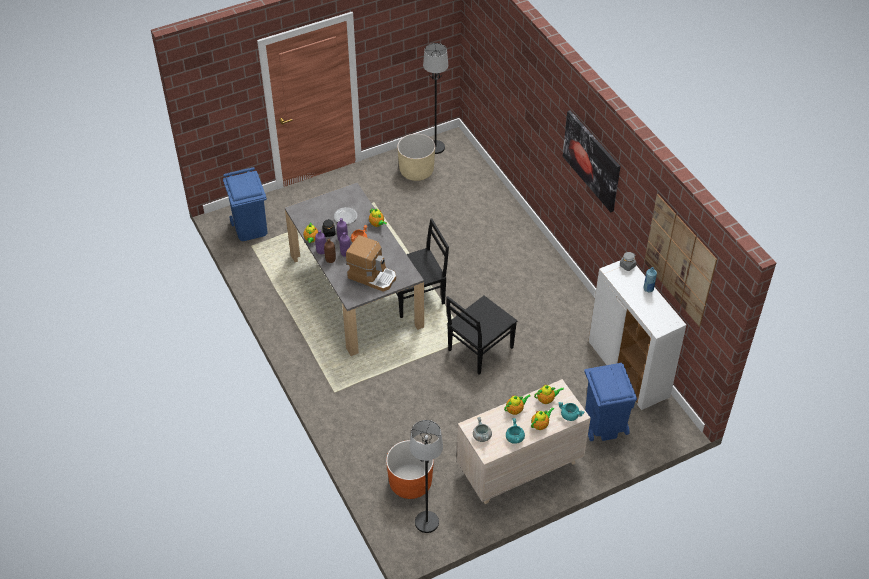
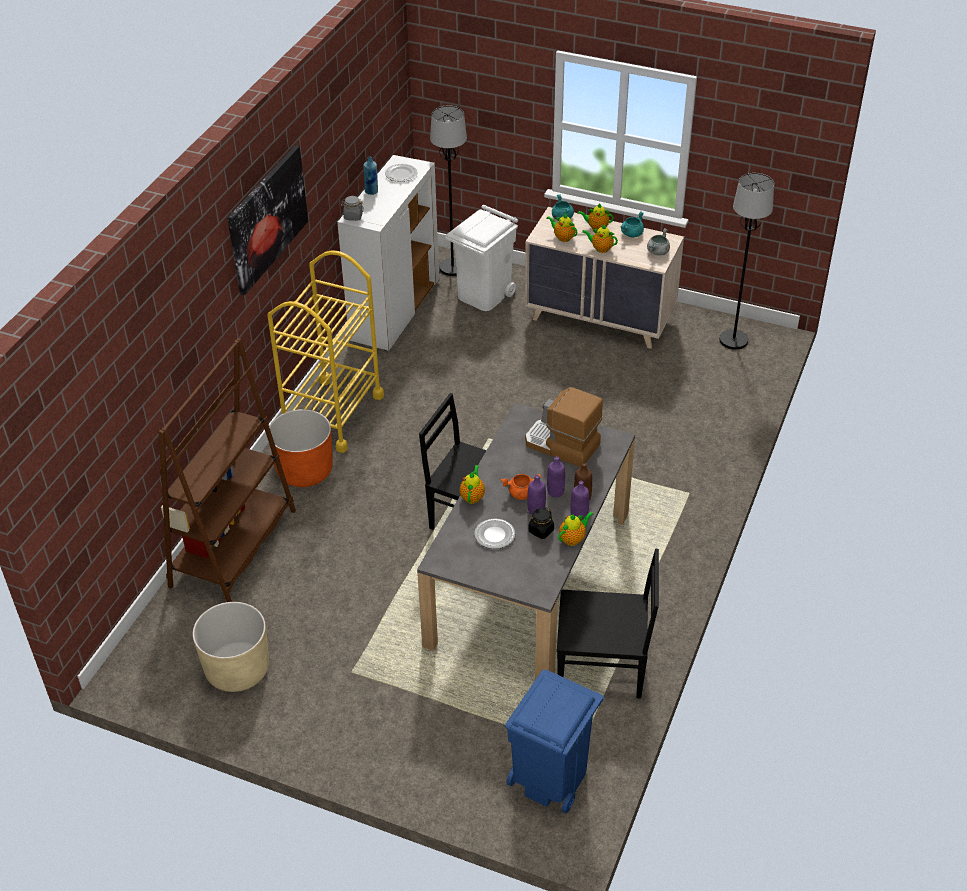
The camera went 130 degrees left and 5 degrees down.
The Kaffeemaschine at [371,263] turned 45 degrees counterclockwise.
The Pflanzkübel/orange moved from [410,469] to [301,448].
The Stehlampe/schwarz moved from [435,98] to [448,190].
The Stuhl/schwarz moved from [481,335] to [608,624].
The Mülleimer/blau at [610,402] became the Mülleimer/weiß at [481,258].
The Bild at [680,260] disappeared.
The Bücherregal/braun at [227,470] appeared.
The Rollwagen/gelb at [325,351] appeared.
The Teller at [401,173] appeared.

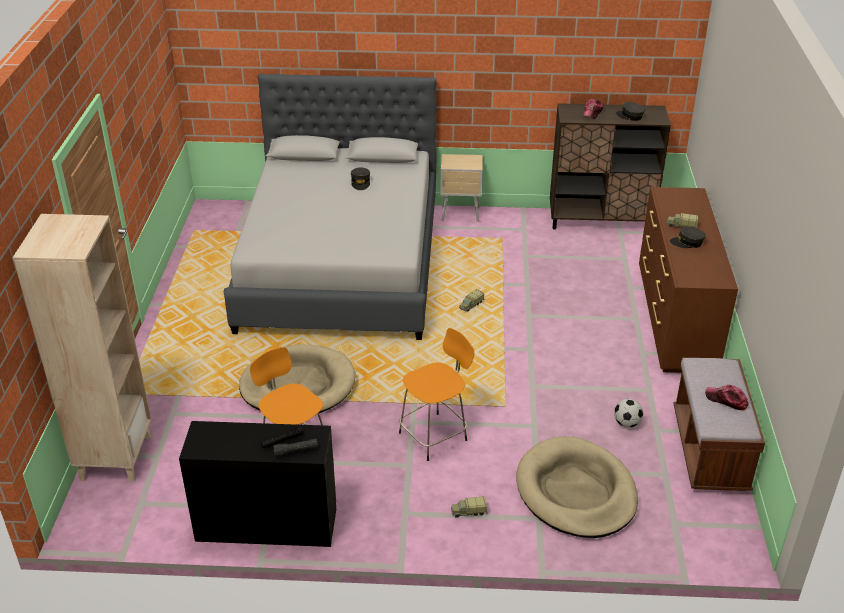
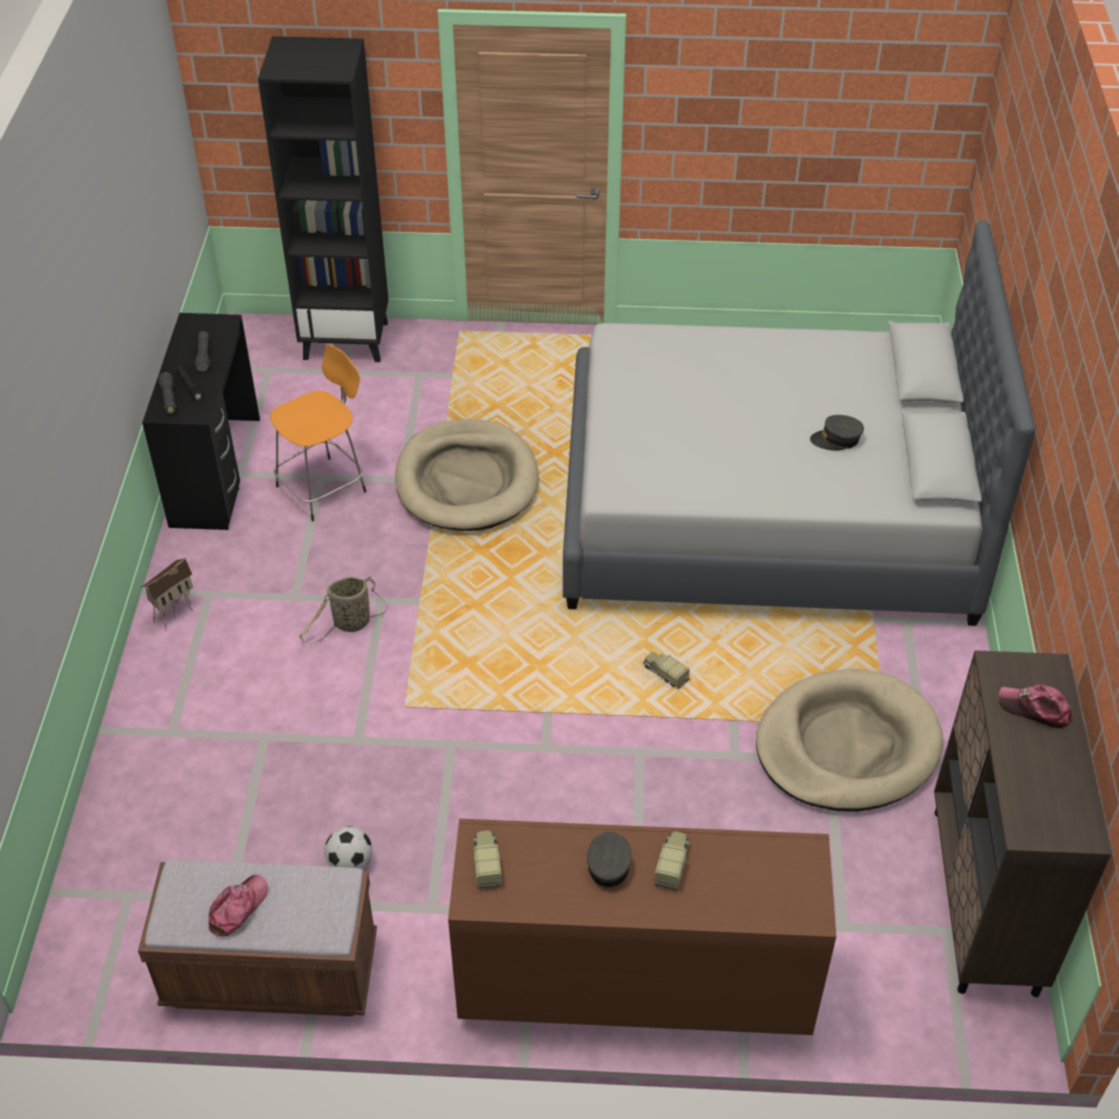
The camera went 90 degrees right and 10 degrees up.
The Bücherregal/beige at [82,348] became the Bücherregal/schwarz at [323,199].
The Hocker/orange at [436,394] was replaced by the Korb at [343,610].
The Nachttisch/beige at [461,188] disappeared.
The Spielzeuglaster moved from [469,507] to [488,860].
The Hundebett/beige moved from [577,487] to [849,740].
The Kappe/grau at [630,111] disappeared.
The Spielzeughaus at [167,594] appeared.
The Taschenlampe/schwarz at [202,351] appeared.

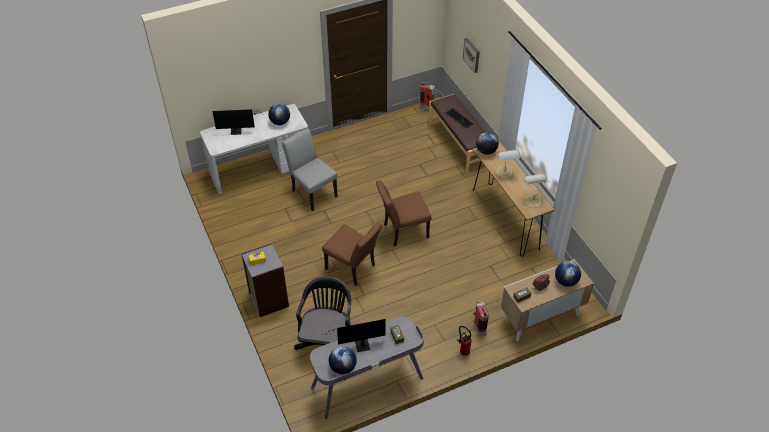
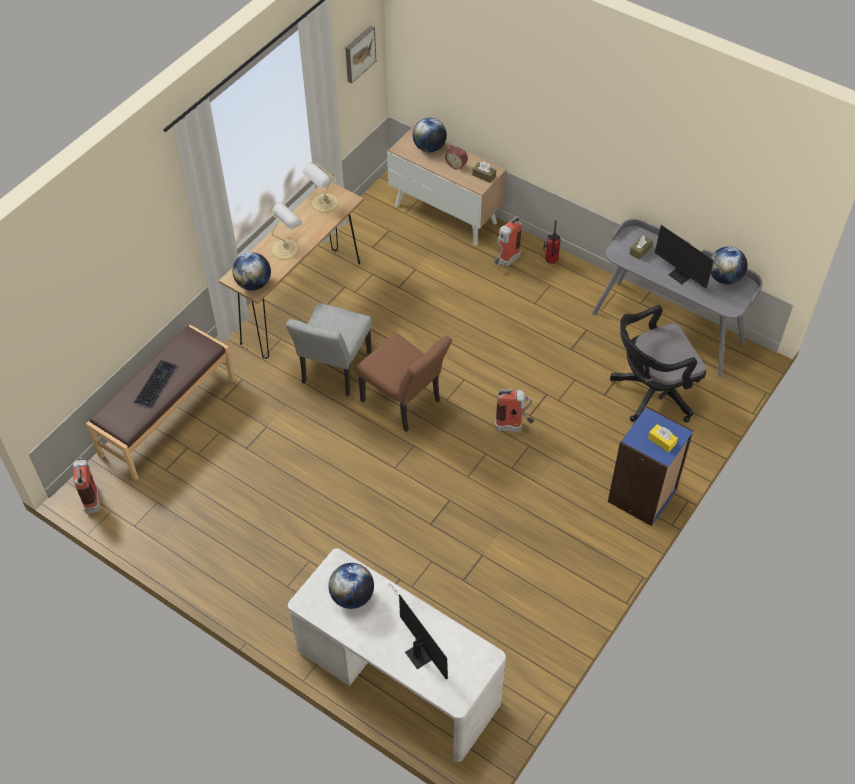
The camera went 120 degrees left and 5 degrees up.
The Bücherregal/grau at [265,280] became the Bücherregal/blau at [651,466].
The Stuhl/grau moved from [310,170] to [329,349].
The Stuhl/braun at [352,254] was replaced by the Feuerlöscher at [514,410].
The Bild moved from [471,55] to [360,54].

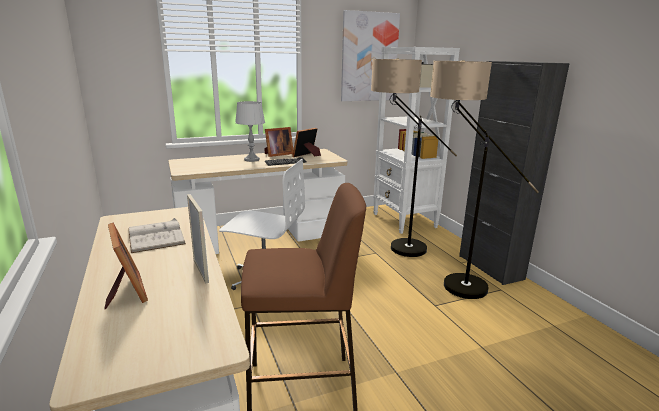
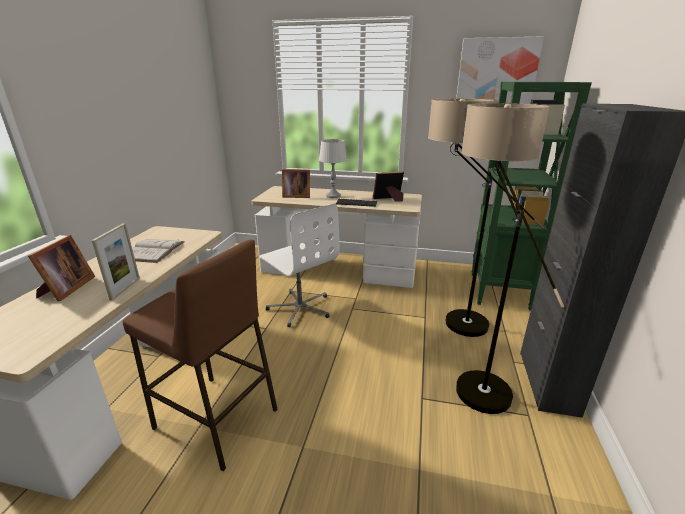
The camera went 35 degrees right and 5 degrees up.
The Bilderrahmen moved from [279,142] to [296,183].
The Bücherregal/weiß at [416,140] became the Bücherregal/grün at [532,196].

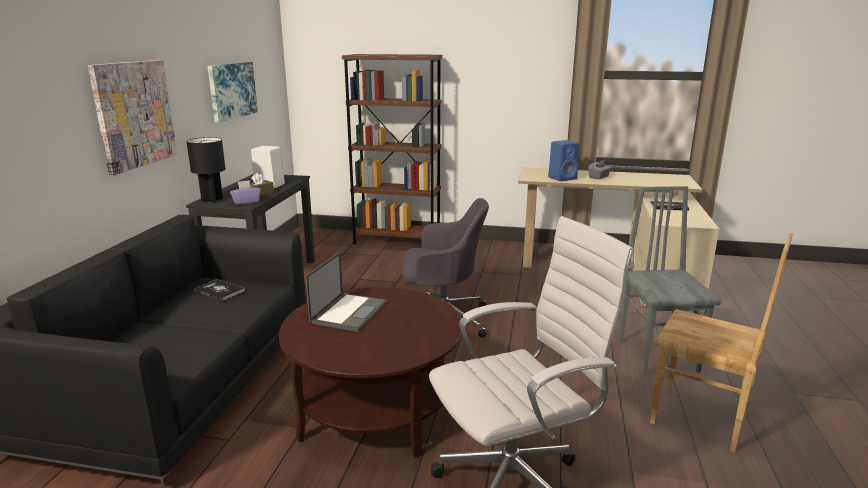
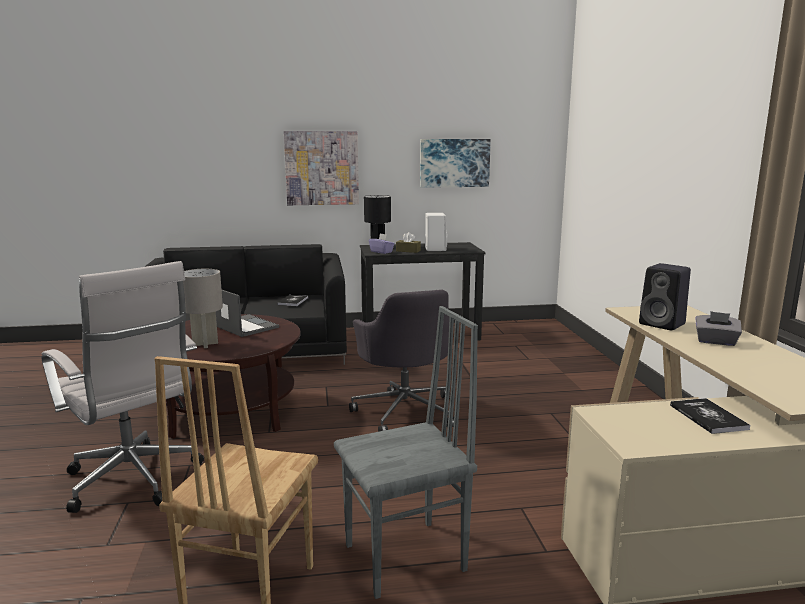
The camera went 70 degrees right and 5 degrees down.
The Laptop at [346,292] turned 135 degrees counterclockwise.
The Bücherregal/braun at [392,149] disappeared.
The Lautsprecher/blau at [563,160] became the Lautsprecher/schwarz at [665,296].
The Tischlampe/grau at [203,308] appeared.

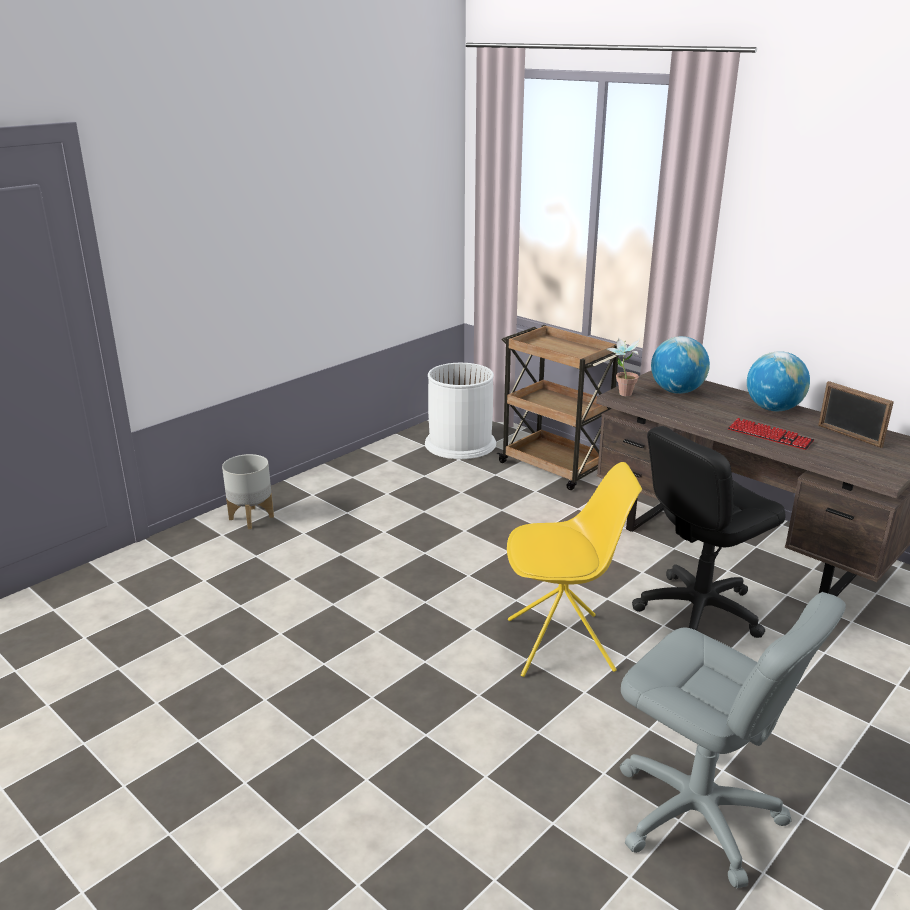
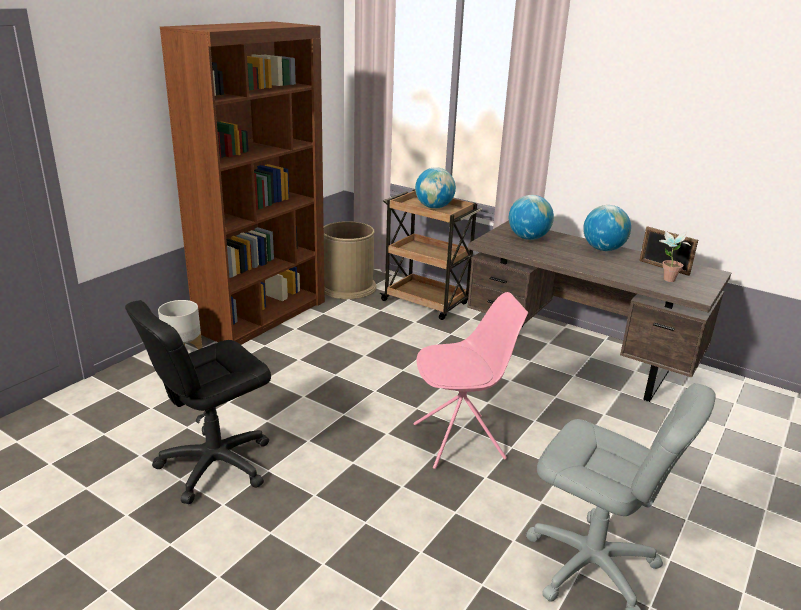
The camera went 10 degrees left and 0 degrees up.
The Mülleimer/weiß at [460,411] became the Mülleimer/braun at [350,260].
The Stuhl/gelb at [574,569] became the Stuhl/rosa at [471,380].
The Topfpflanze moved from [623,367] to [675,256].
The Bürostuhl/schwarz moved from [709,532] to [198,402].
The Tastatur at [771,434] disappeared.
The Bücherregal/braun at [242,183] appeared.
The Globus at [435,188] appeared.

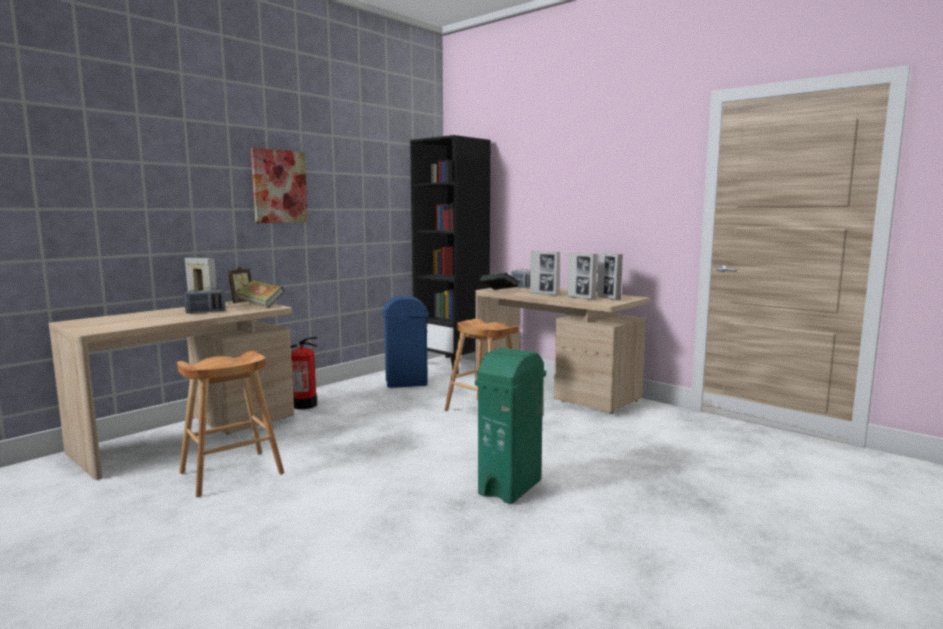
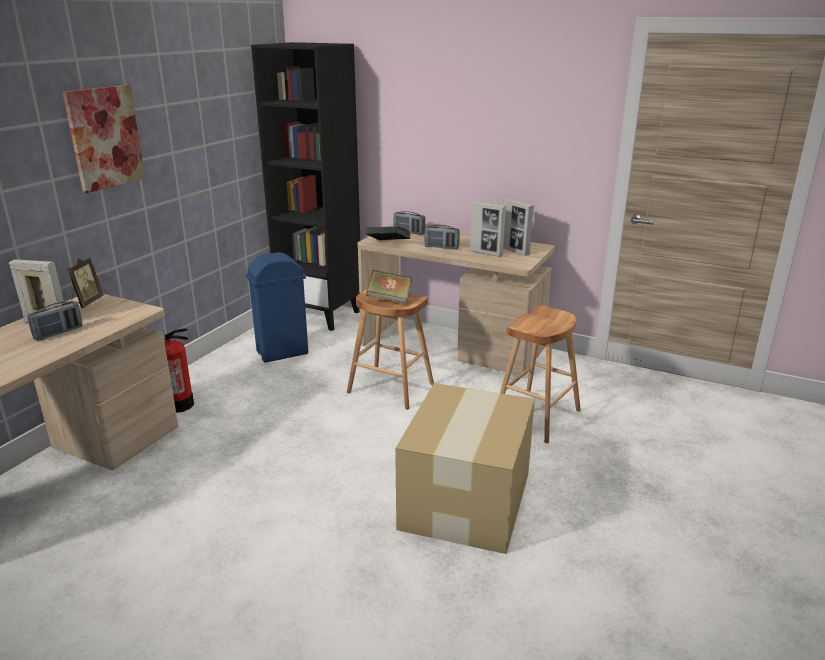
The camera went 15 degrees left and 15 degrees up.
The Hocker/braun moved from [230,424] to [540,374].
The Buch moved from [260,293] to [389,287].
The Mülleimer/grün at [510,426] was replaced by the Karton at [465,468].
The Bilderrahmen at [545,273] was replaced by the Radio at [442,237].

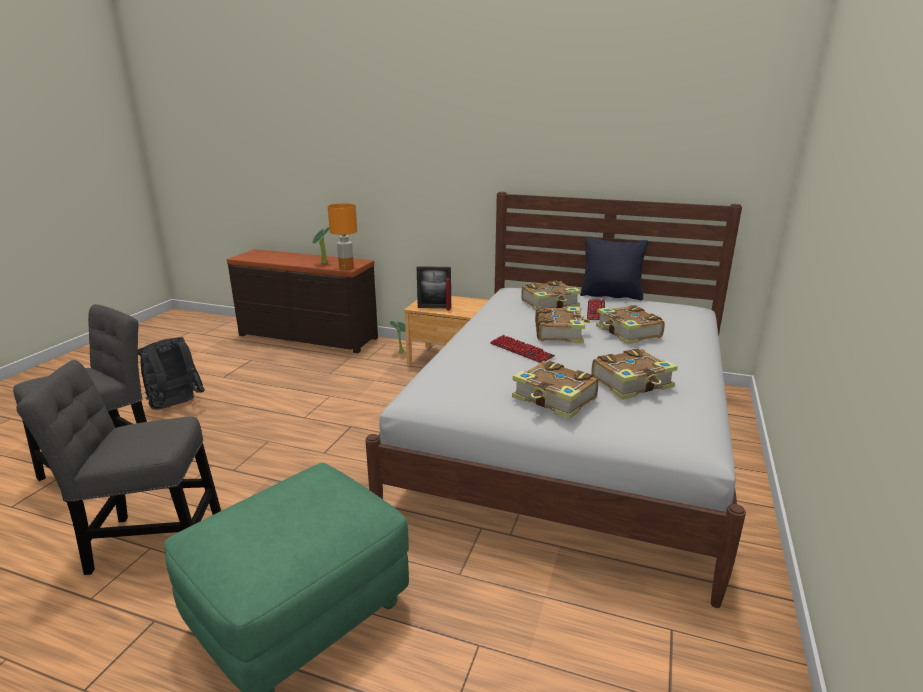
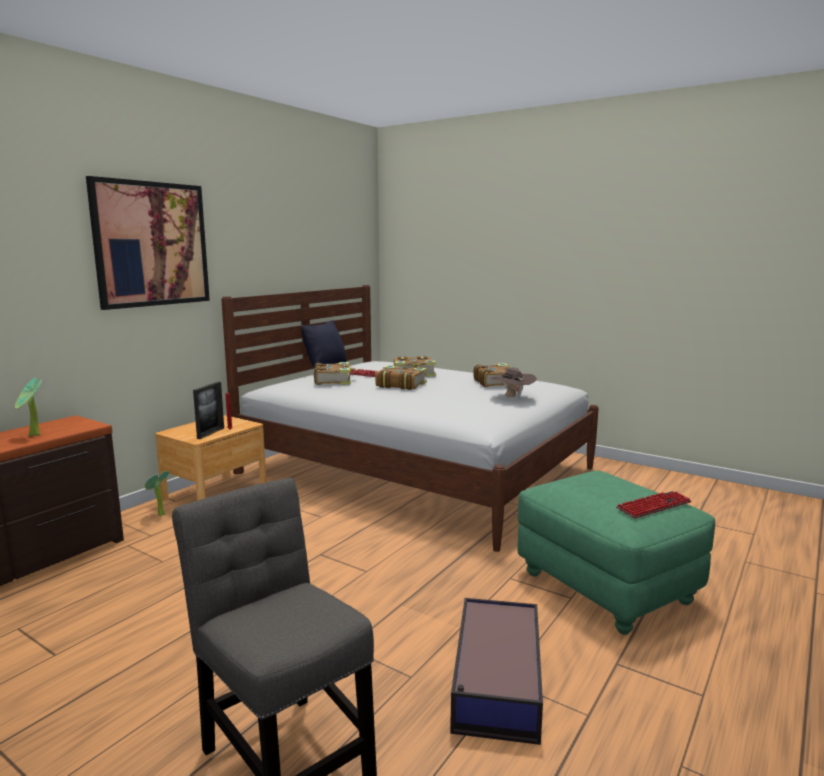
The camera went 75 degrees left and 10 degrees down.
The Stuhl/grau at [118,467] was replaced by the Aufbewahrungsbox at [496,671].
The Rucksack/schwarz at [171,373] disappeared.
The Tischlampe/orange at [342,236] disappeared.
The Tastatur moved from [522,349] to [654,504].
The Buch at [555,390] was replaced by the Hut/braun at [513,382].
The Bild at [148,243] appeared.

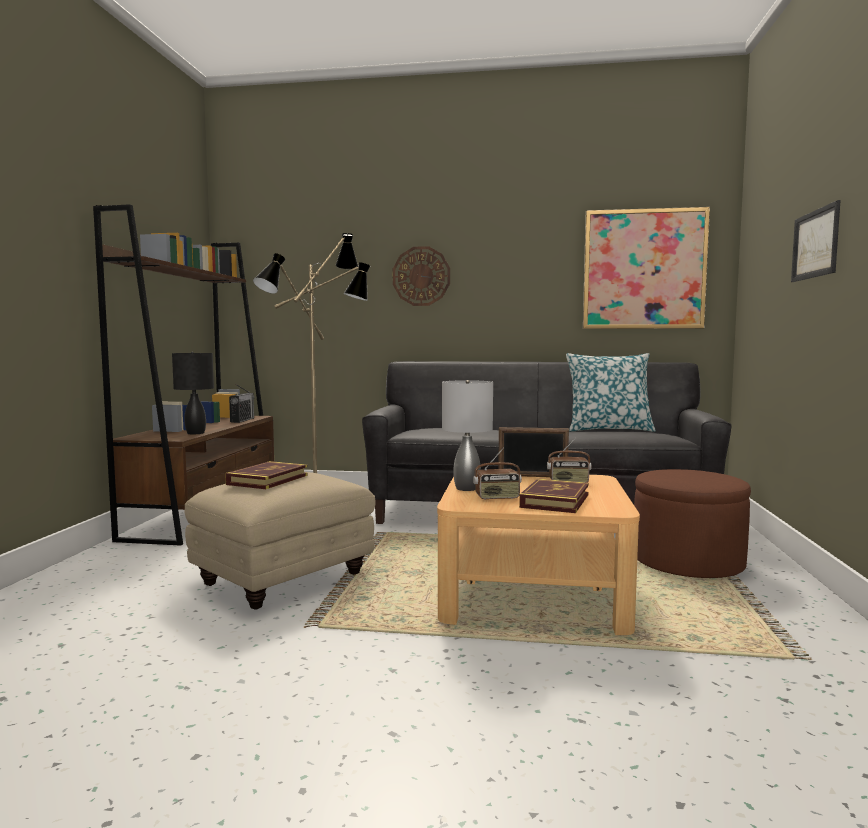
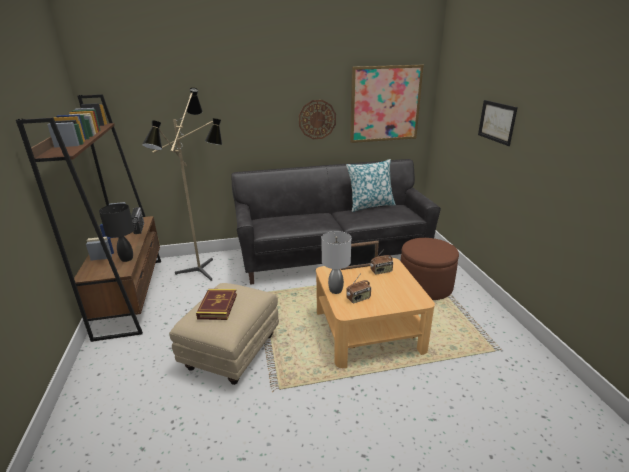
The camera went 20 degrees left and 20 degrees up.
The Wanduhr moved from [421,276] to [317,119].
The Buch at [554,496] disappeared.

